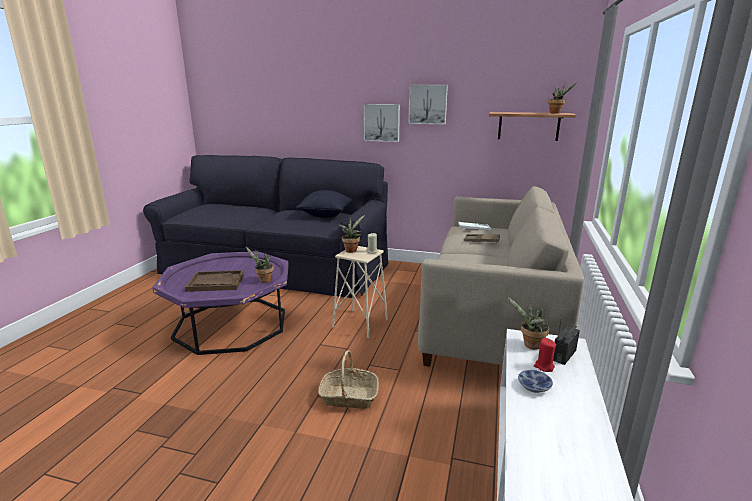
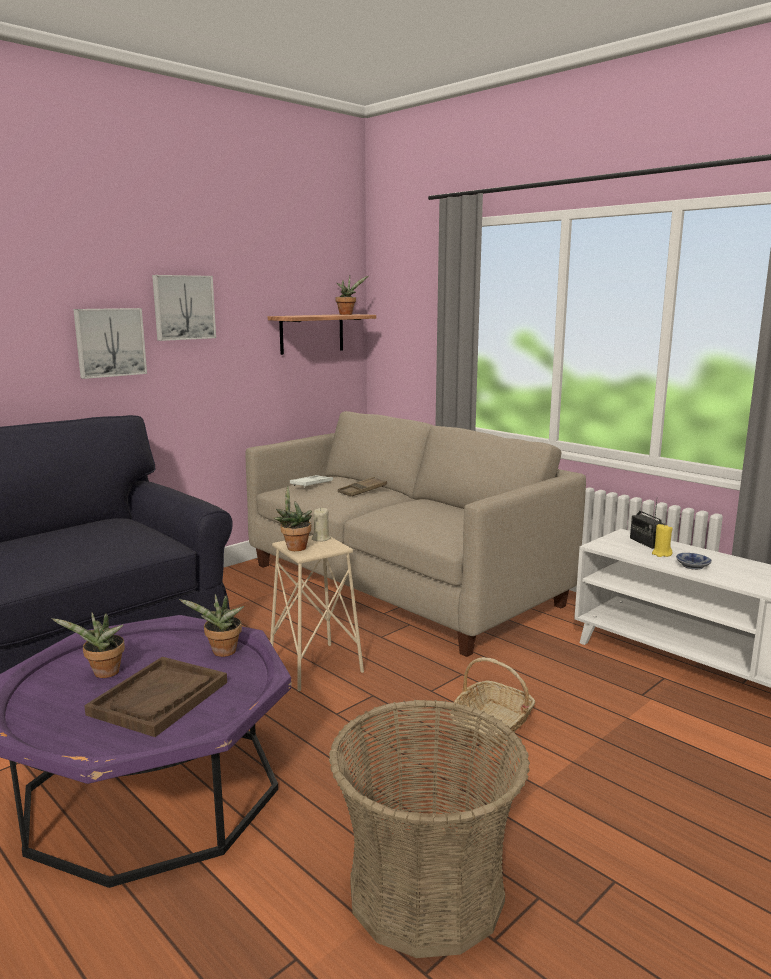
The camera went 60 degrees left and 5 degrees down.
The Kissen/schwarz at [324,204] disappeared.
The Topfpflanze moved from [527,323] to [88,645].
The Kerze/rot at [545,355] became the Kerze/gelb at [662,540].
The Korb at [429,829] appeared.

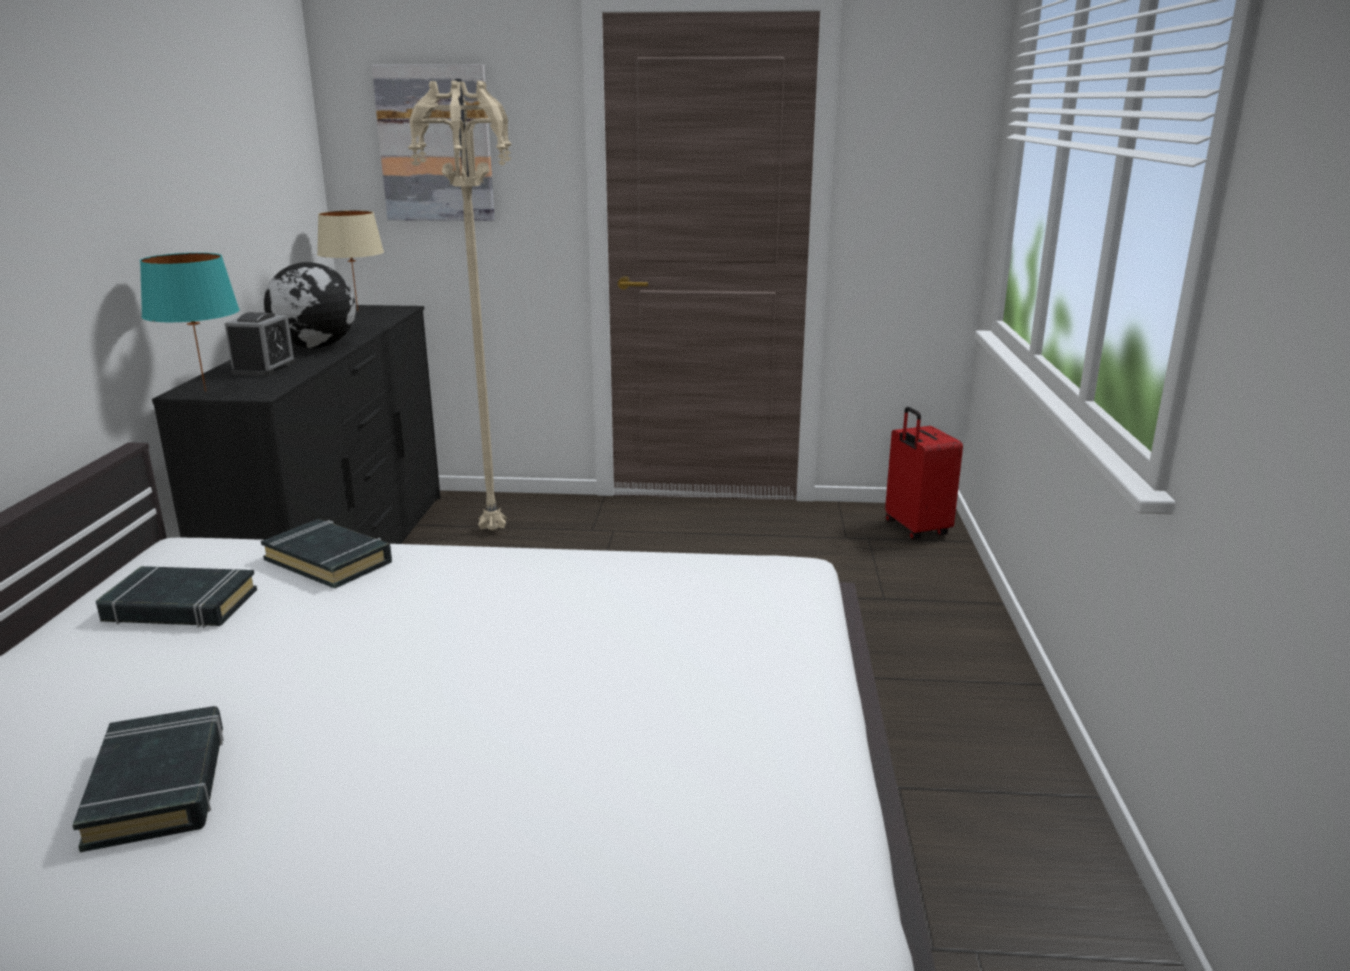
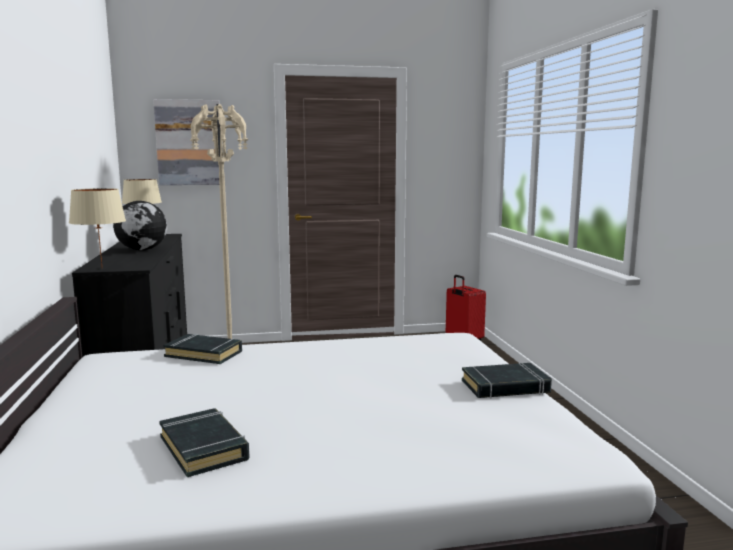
The camera went 15 degrees left and 10 degrees down.
The Buch/schwarz moved from [176,597] to [507,380].
The Tischlampe/türkis at [190,322] became the Tischlampe/beige at [97,227].
The Wecker at [260,344] disappeared.

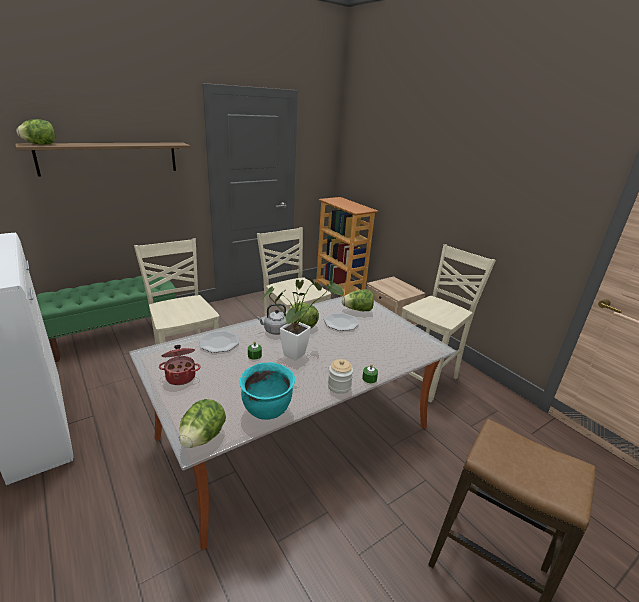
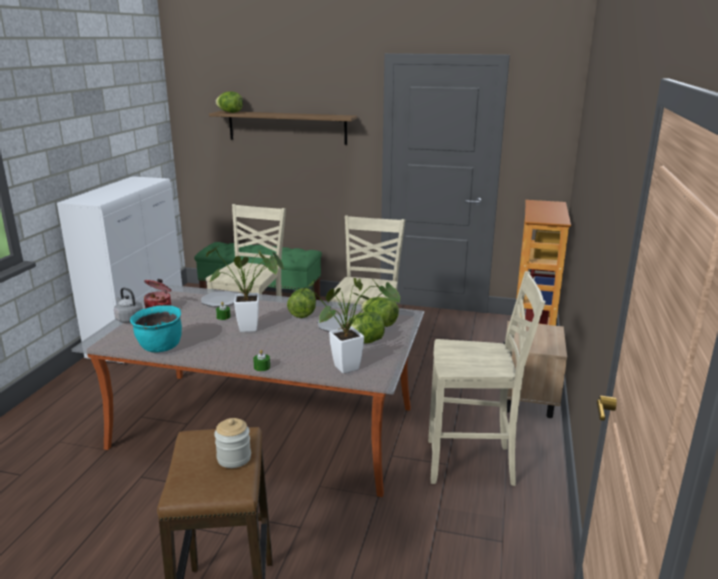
The camera went 50 degrees right and 5 degrees down.
The Salatkopf moved from [202,423] to [364,327].
The Wasserkessel/grau moved from [272,319] to [128,305].
The Vorratsglas moved from [340,376] to [232,443].
The Topfpflanze at [350,325] appeared.

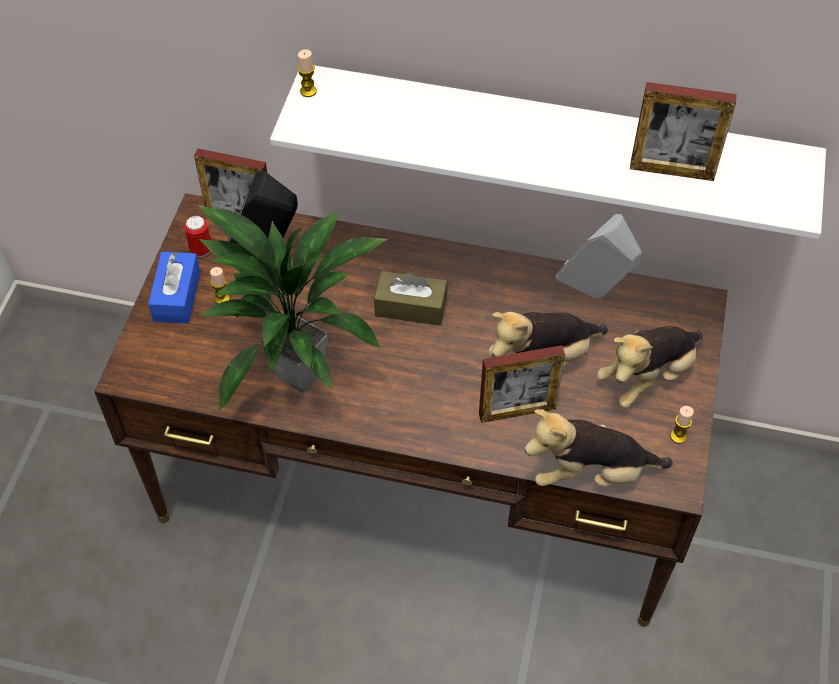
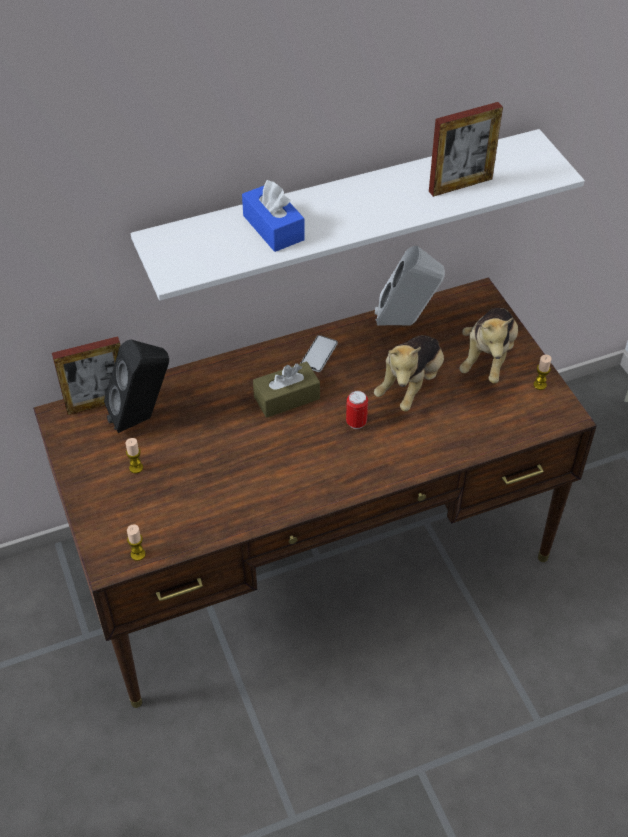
The camera went 35 degrees left and 5 degrees down.
The Taschentuchbox/blau moved from [174,288] to [273,216].
The Dose moved from [197,236] to [357,410].
The Topfpflanze at [293,307] disappeared.
The Kerze moved from [307,73] to [136,542].
The Bilderrahmen at [522,384] disappeared.
The Plüschtier at [599,447] disappeared.
The Handy at [319,353] appeared.

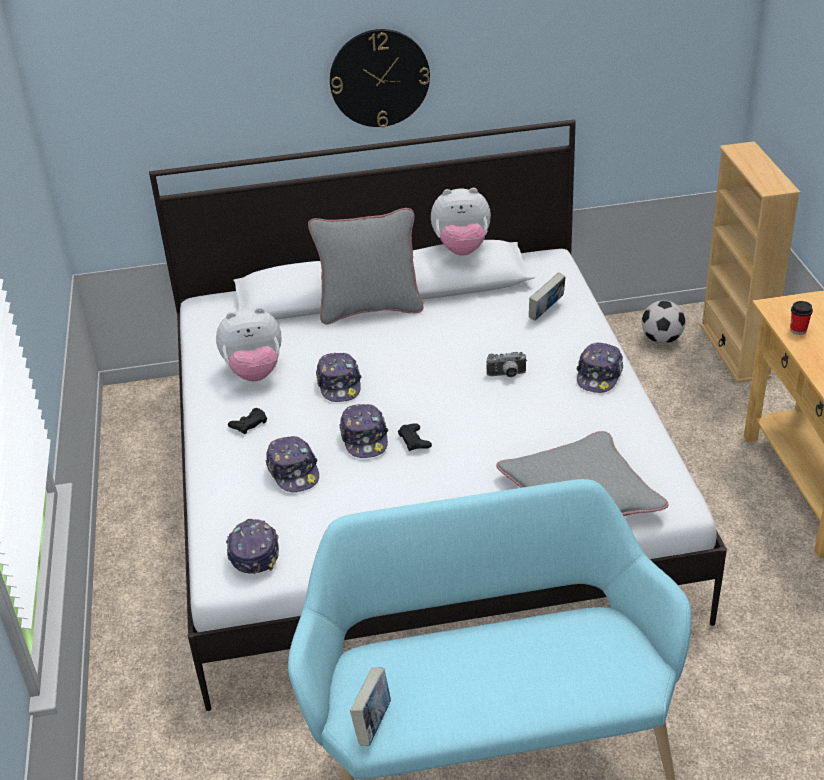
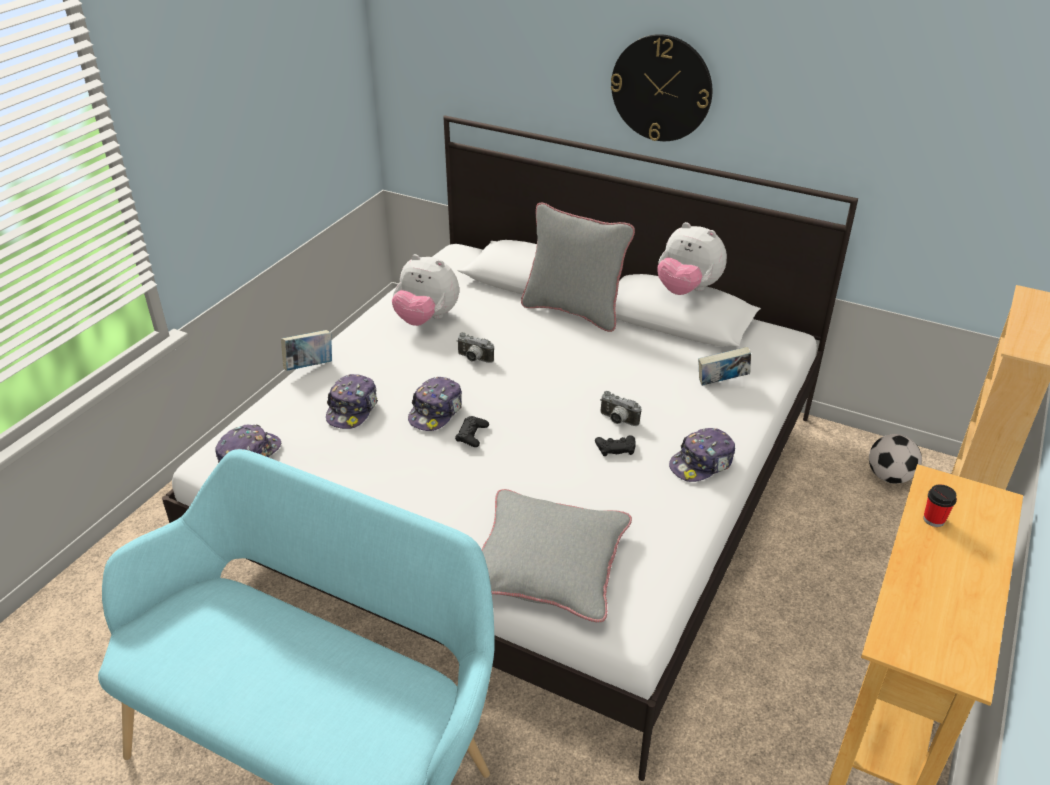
The camera went 35 degrees right and 0 degrees up.
The Gamepad/schwarz moved from [247,421] to [615,445].
The Kappe at [339,377] was replaced by the Kamera at [475,347].
The Buch moved from [370,706] to [306,350].

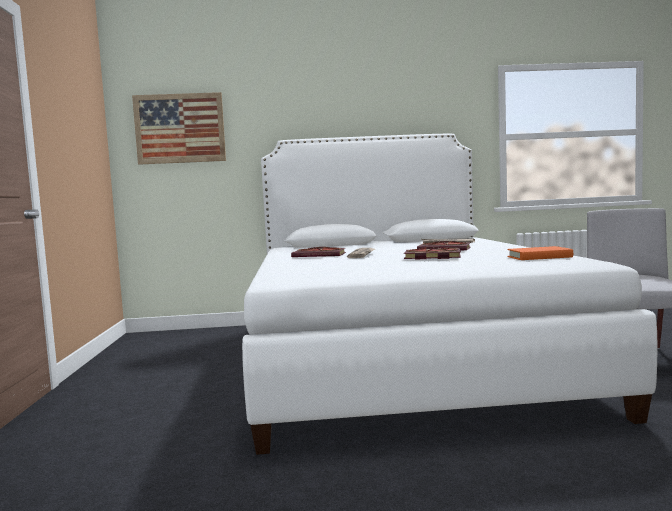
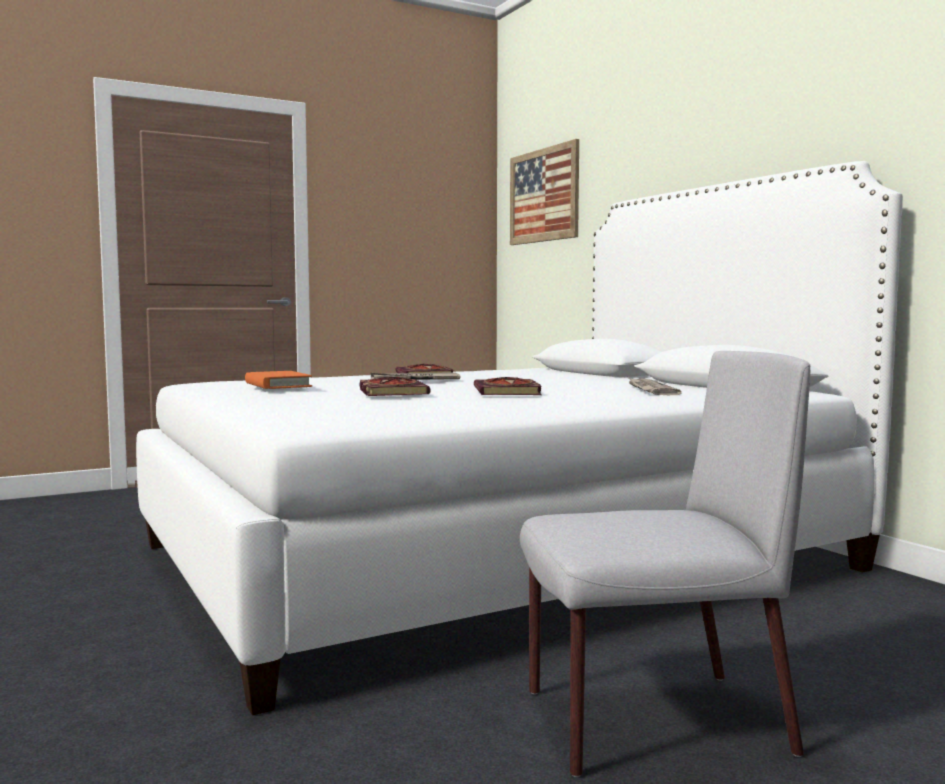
The camera went 65 degrees right and 0 degrees up.
The Buch/orange moved from [540,253] to [278,380].

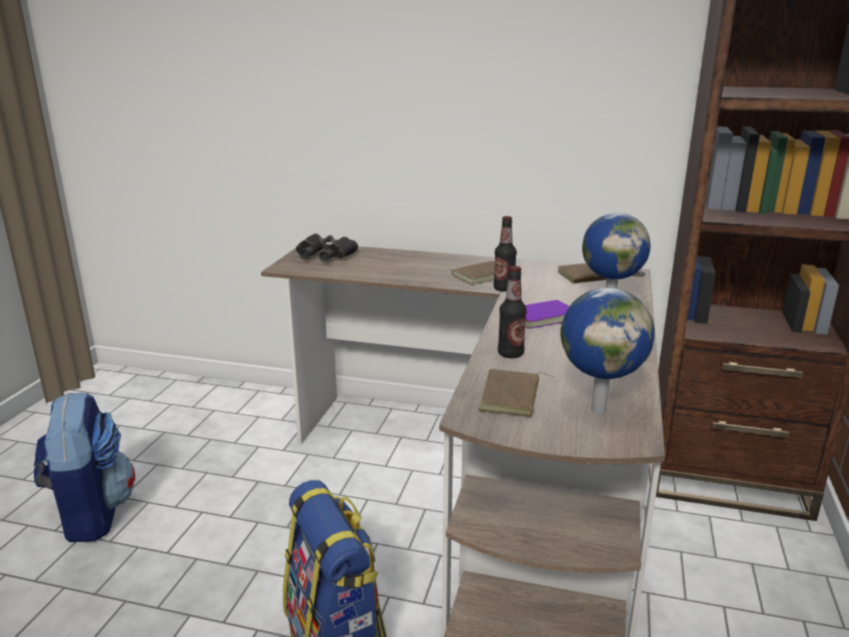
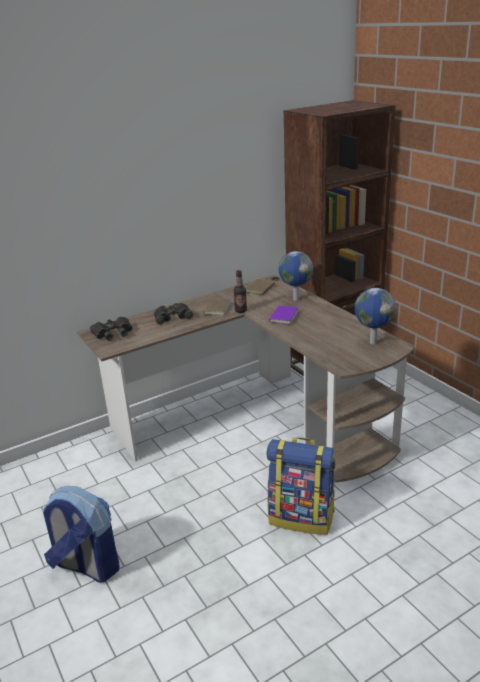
The camera went 45 degrees left and 5 degrees up.
The Buch/braun at [517,393] disappeared.
The Flasche at [512,312] disappeared.
The Fernglas/schwarz at [174,314] appeared.

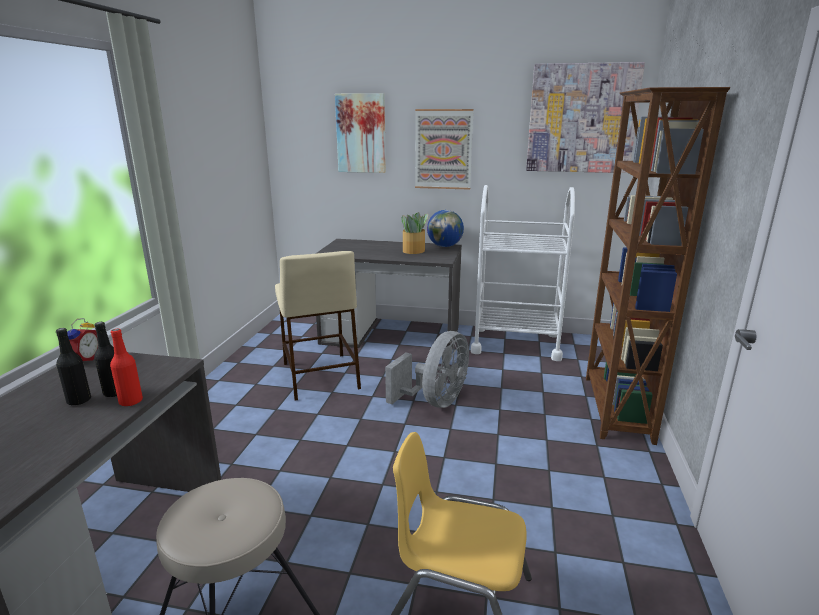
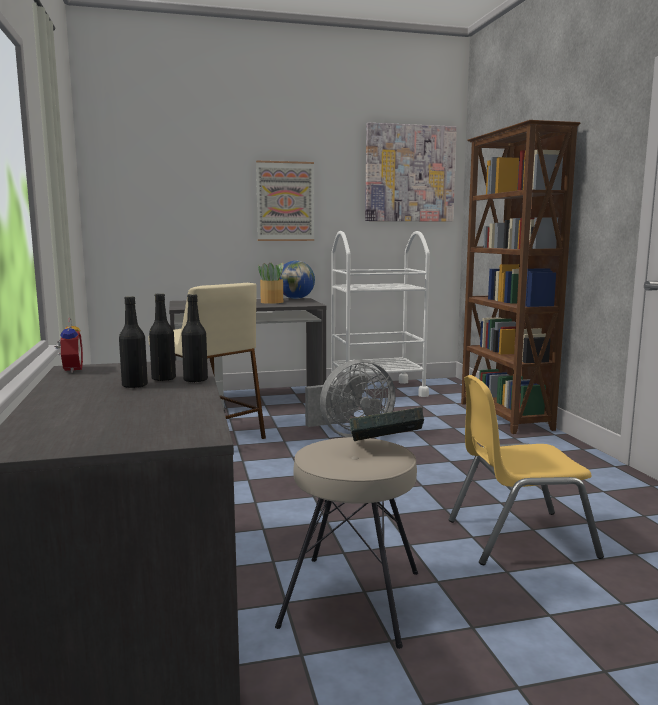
The camera went 25 degrees left and 10 degrees down.
The Flasche/rot at [126,367] became the Flasche/schwarz at [195,338].
The Bild at [360,133] disappeared.
The Ventilator/grau at [427,369] turned 60 degrees clockwise.
The Buch at [386,424] appeared.

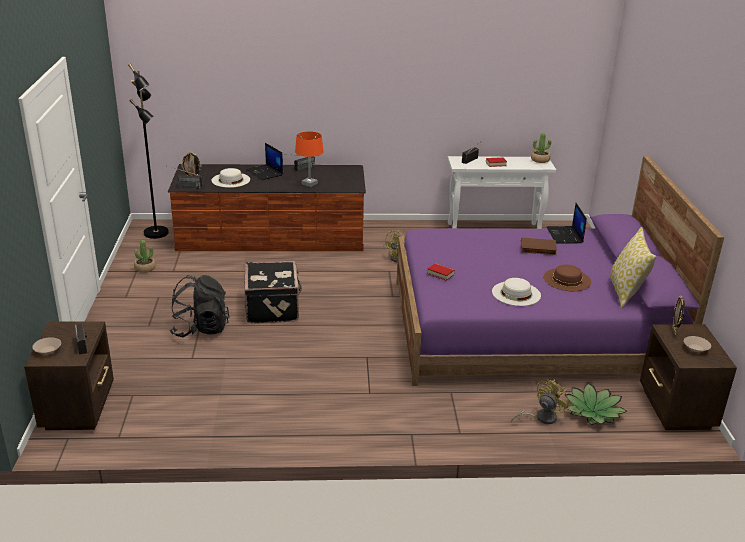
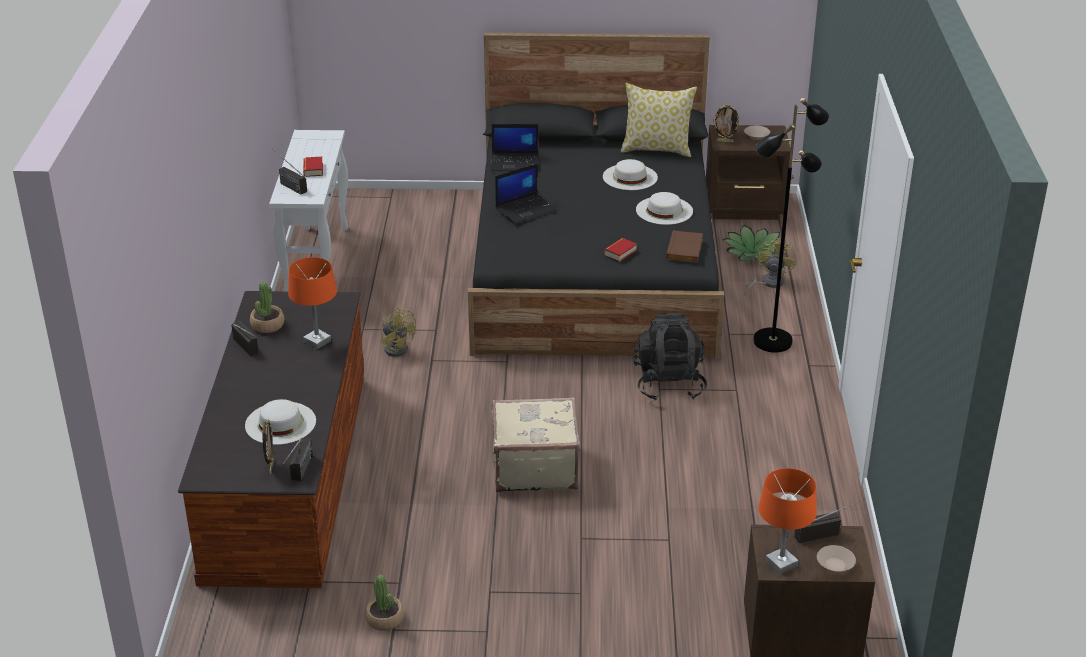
The camera went 85 degrees left and 5 degrees up.
The Stehlampe/schwarz moved from [148,151] to [791,225].
The Rucksack/schwarz moved from [200,306] to [670,357].
The Koffer/schwarz at [273,292] became the Koffer/beige at [536,444].
The Laptop moved from [264,161] to [526,193].
The Bett/lila at [560,271] became the Bett/schwarz at [596,196].
The Ventilator/gelb at [540,401] turned 60 degrees clockwise.
The Buch/braun moved from [539,246] to [684,246].
The Topfpflanze moved from [541,147] to [267,307].
The Hut/braun at [567,278] became the Hut/weiß at [630,174].
The Tischlampe/orange at [787,521] appeared.

